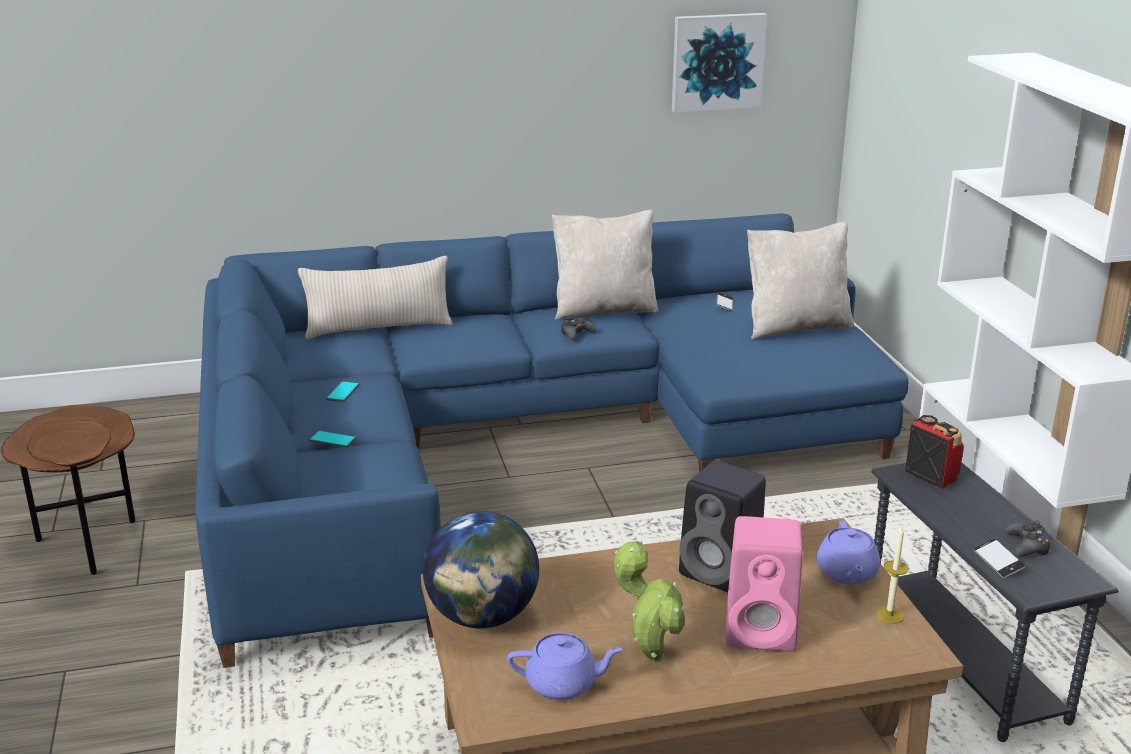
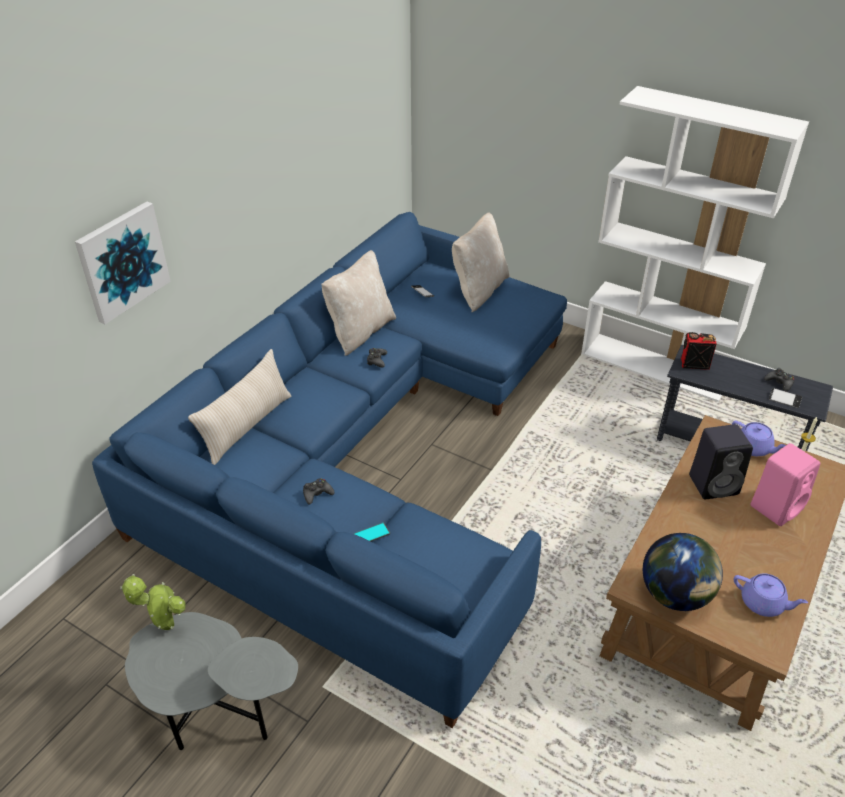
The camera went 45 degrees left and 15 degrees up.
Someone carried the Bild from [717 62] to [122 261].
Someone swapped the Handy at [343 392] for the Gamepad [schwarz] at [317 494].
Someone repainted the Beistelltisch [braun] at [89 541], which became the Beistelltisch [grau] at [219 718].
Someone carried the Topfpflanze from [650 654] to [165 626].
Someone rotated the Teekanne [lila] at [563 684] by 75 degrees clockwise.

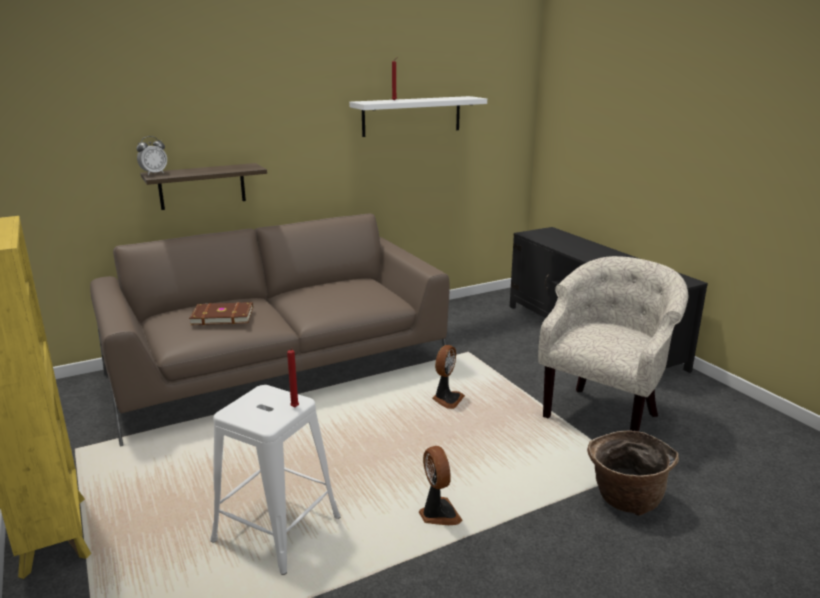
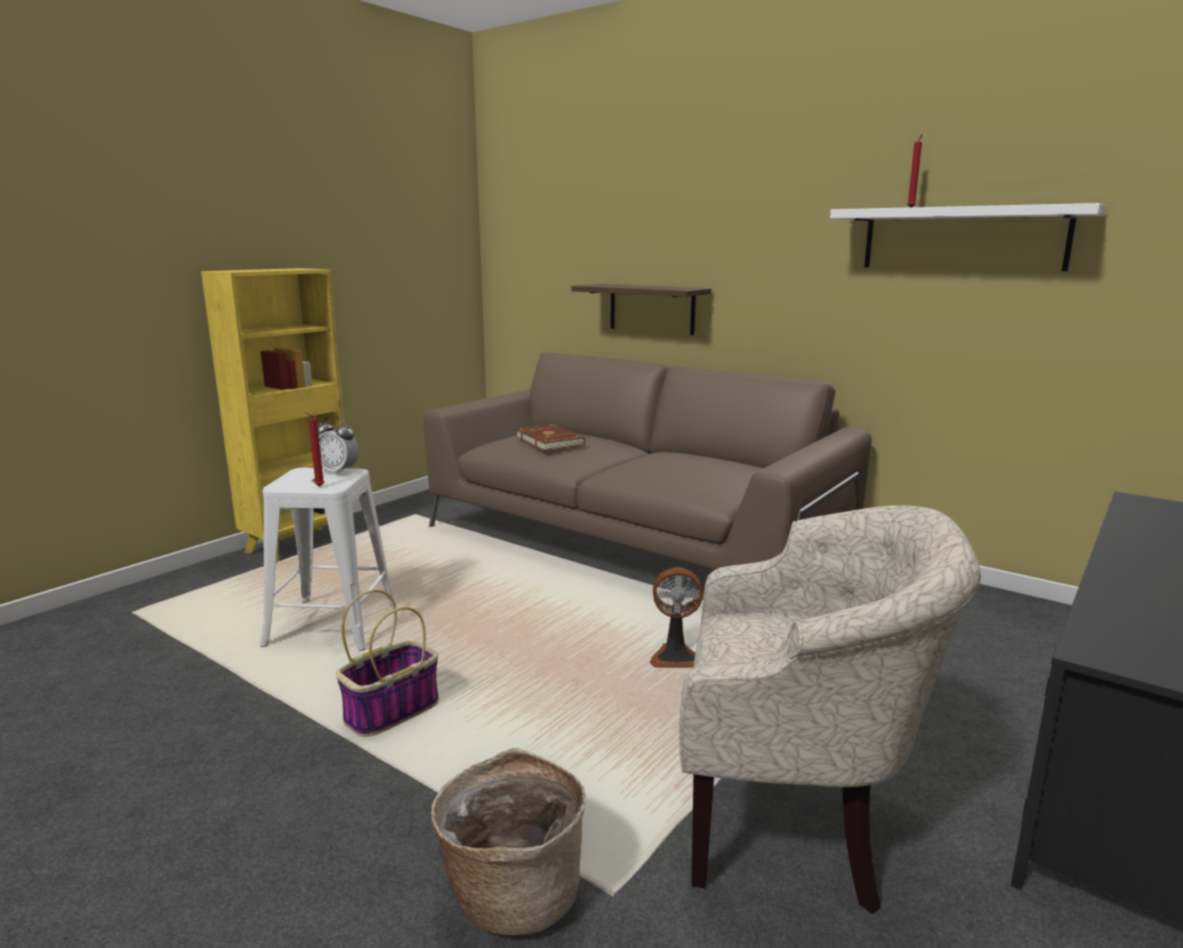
The camera went 65 degrees right and 5 degrees down.
Someone carried the Wecker from [154 173] to [338 471].
Someone swapped the Ventilator at [438 514] for the Korb at [392 710].

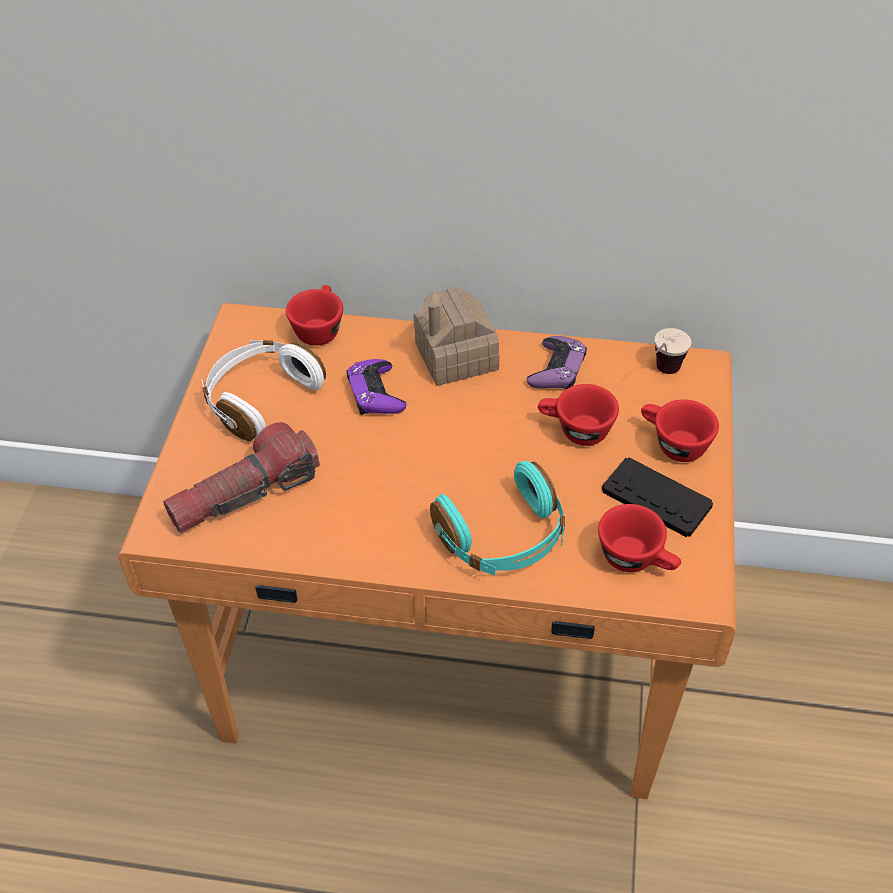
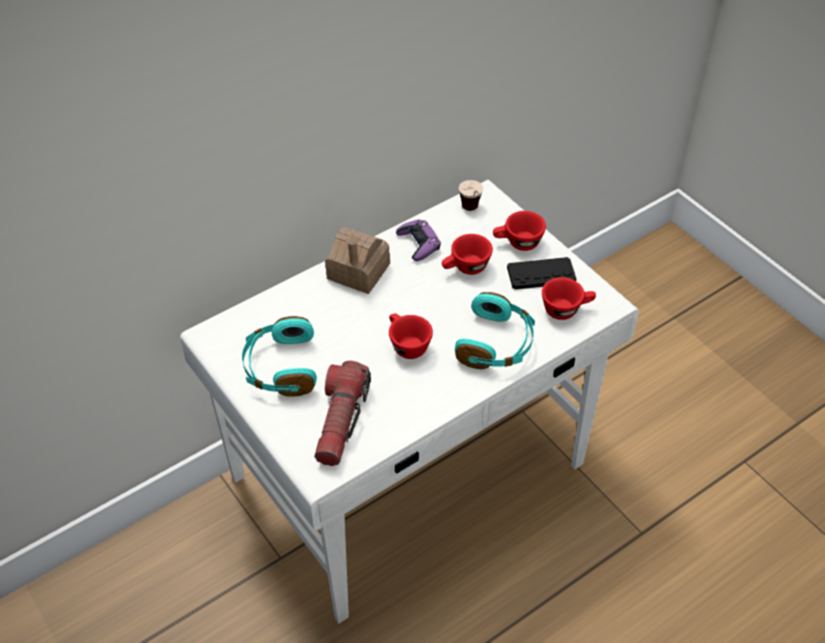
The camera went 45 degrees left and 0 degrees up.
Someone carried the Tasse [rot] from [319 328] to [406 345].
Someone repainted the Schreibtisch [orange] at [452 653], which became the Schreibtisch [weiß] at [412 472].
Someone repainted the Kopfhörer [weiß] at [260 398], which became the Kopfhörer [türkis] at [280 368].
Someone took away the Gamepad [lila] at [376 393].

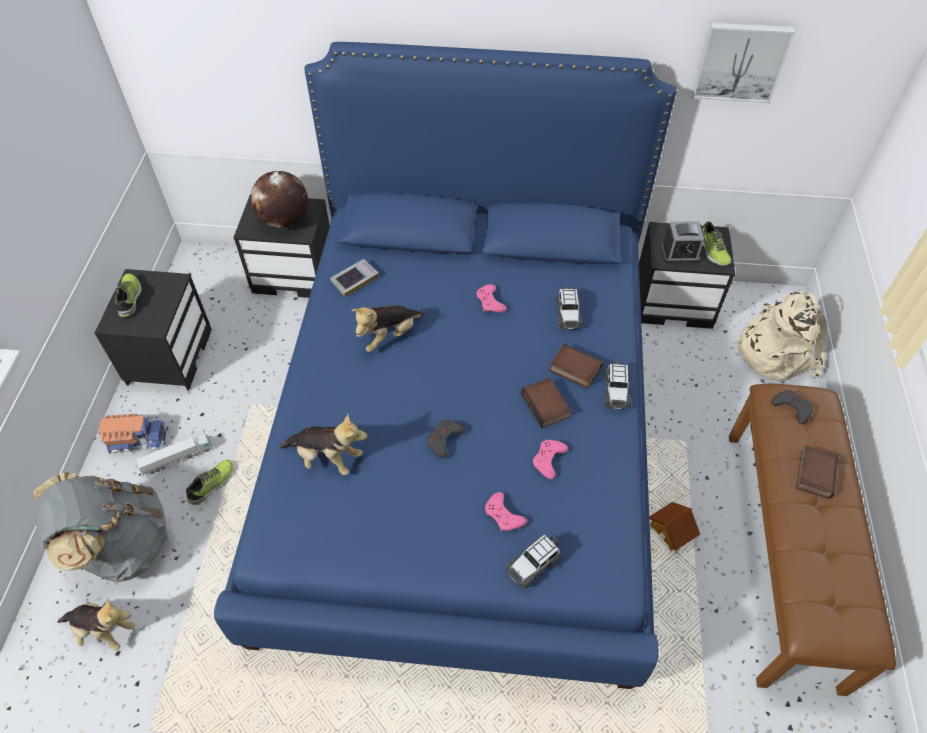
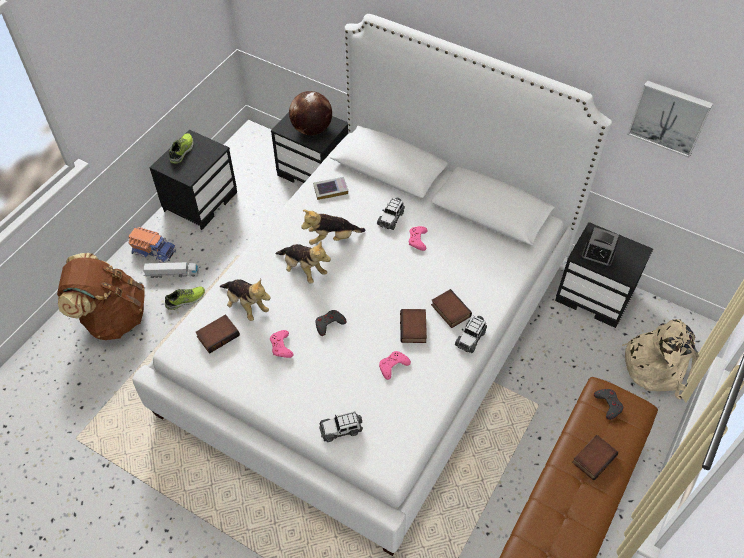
The camera went 25 degrees right and 0 degrees up.
Someone repainted the Bett [blau] at [462 436], which became the Bett [weiß] at [371 334].
Someone took away the Schuh at [712 250].
Someone carried the Spielzeugauto from [568 314] to [391 218].
Someone repainted the Rucksack [grau] at [122 545], which became the Rucksack [braun] at [112 317].
Someone carried the Gamepad [rosa] from [503 515] to [281 346].
Someone took away the Spielzeughaus at [672 530].
Someone carried the Plüschtier from [103 630] to [303 270].
Someone put down the Buch at [218 335].

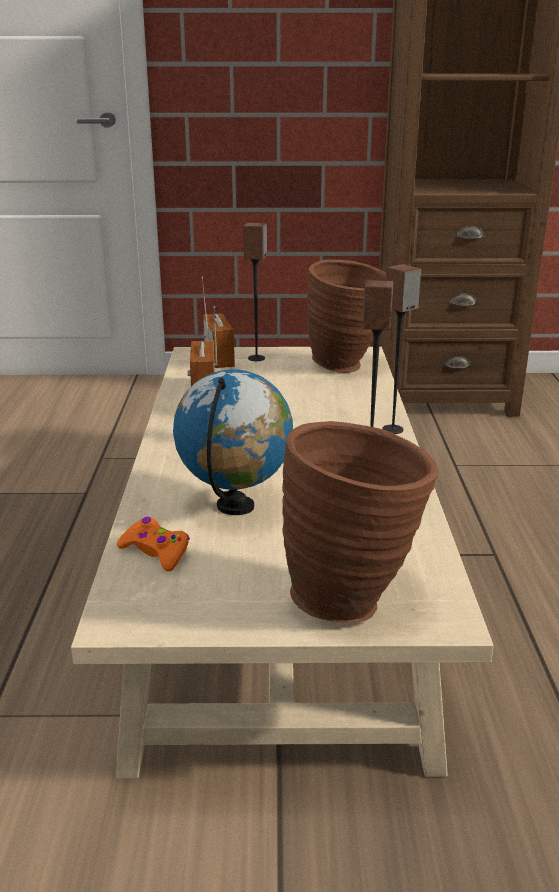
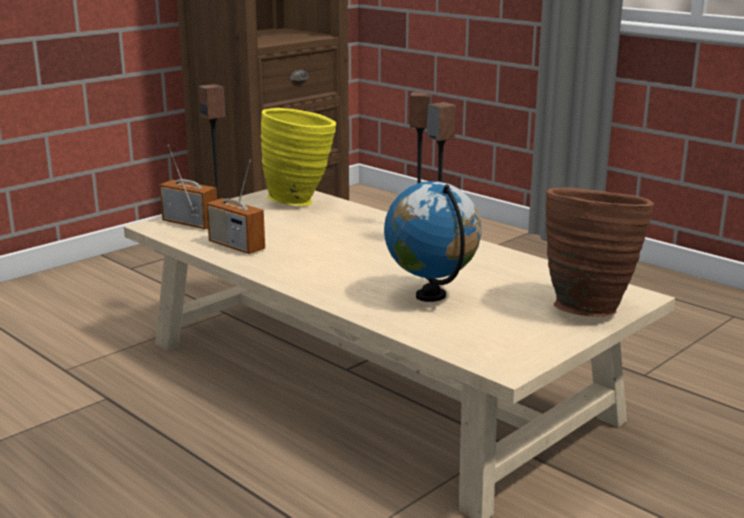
The camera went 45 degrees left and 5 degrees down.
Someone repainted the Vase [braun] at [347 367], which became the Vase [gelb] at [301 201].
Someone took away the Gamepad [orange] at [156 551].

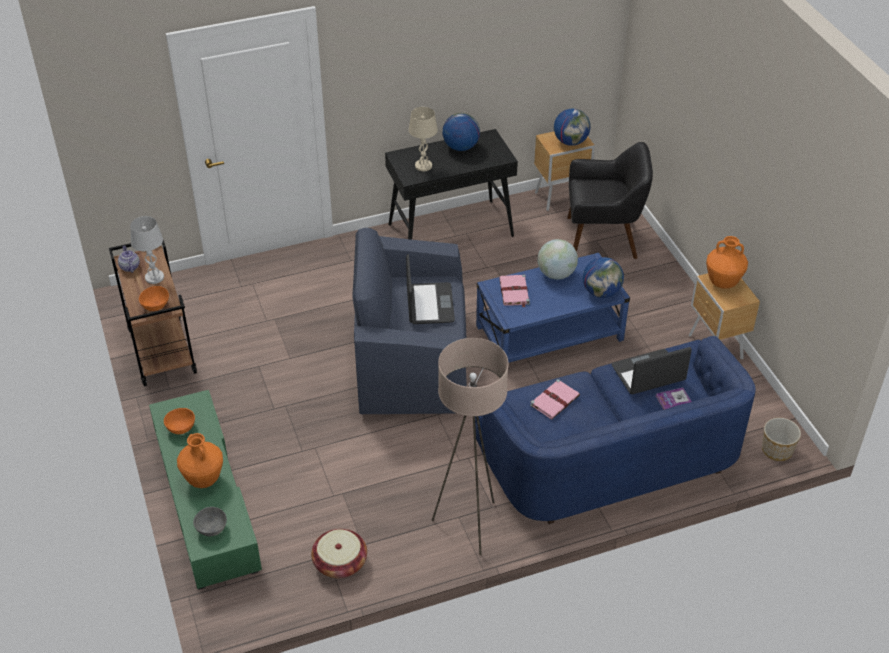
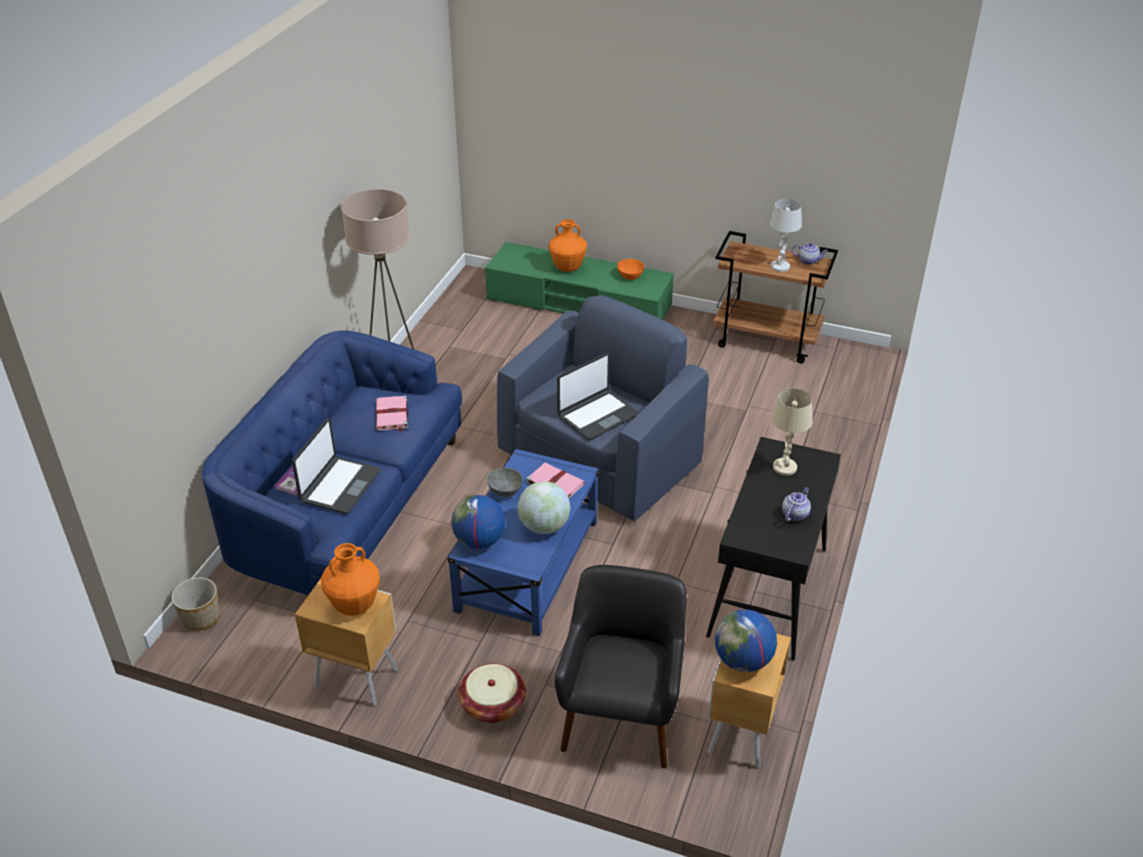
The camera went 130 degrees right and 5 degrees down.
Someone swapped the Globus at [460 147] for the Teekanne at [795 514].
Someone rotated the Sessel [schwarz] at [603 239] by 150 degrees clockwise.
Someone rotated the Laptop at [429 304] by 75 degrees counterclockwise.
Someone took away the Schüssel [orange] at [156 306].
Someone carried the Schüssel [grau] from [211 529] to [504 491].
Someone carried the Korb from [340 563] to [493 705].

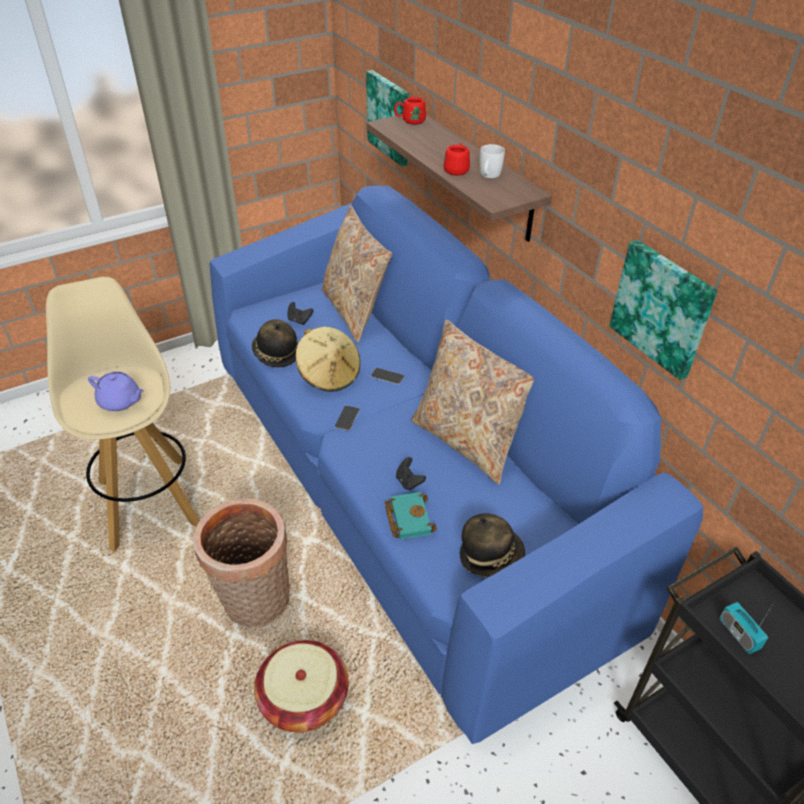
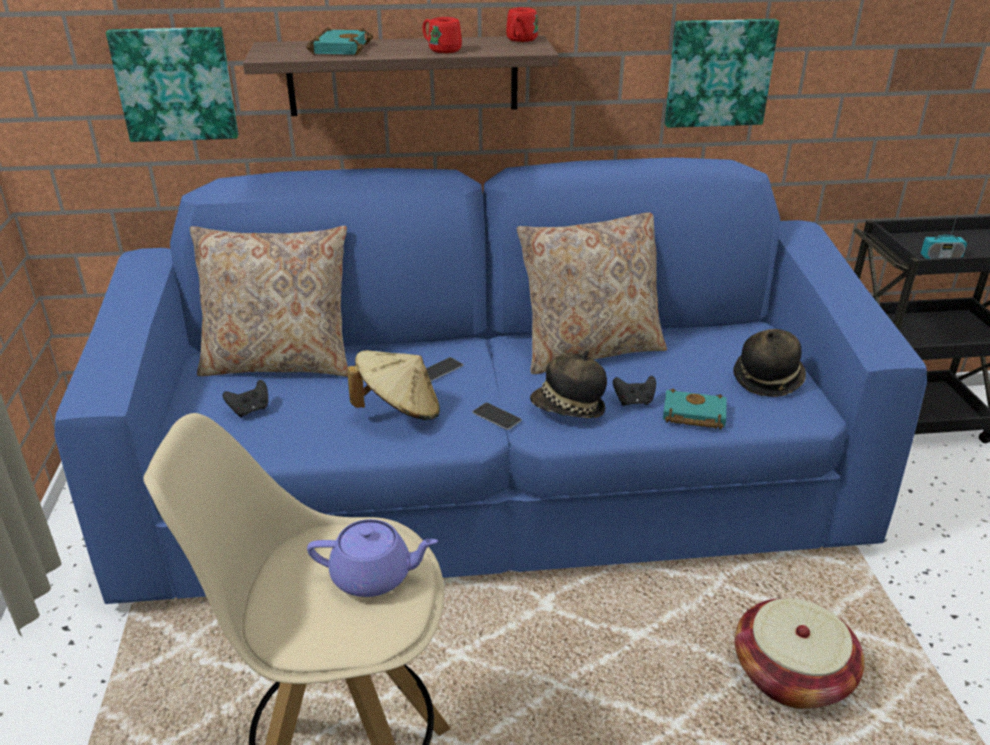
The camera went 65 degrees left and 10 degrees down.
Someone carried the Henkelbecher [rot] from [410 121] to [520 41].
Someone took away the Henkelbecher [weiß] at [489 176].
Someone carried the Hut from [275 354] to [568 409].
Someone rotated the Teekanne [lila] at [120 401] by 45 degrees clockwise.
Someone took away the Korb at [254 604].
Someone put down the Buch [türkis] at [338 48].

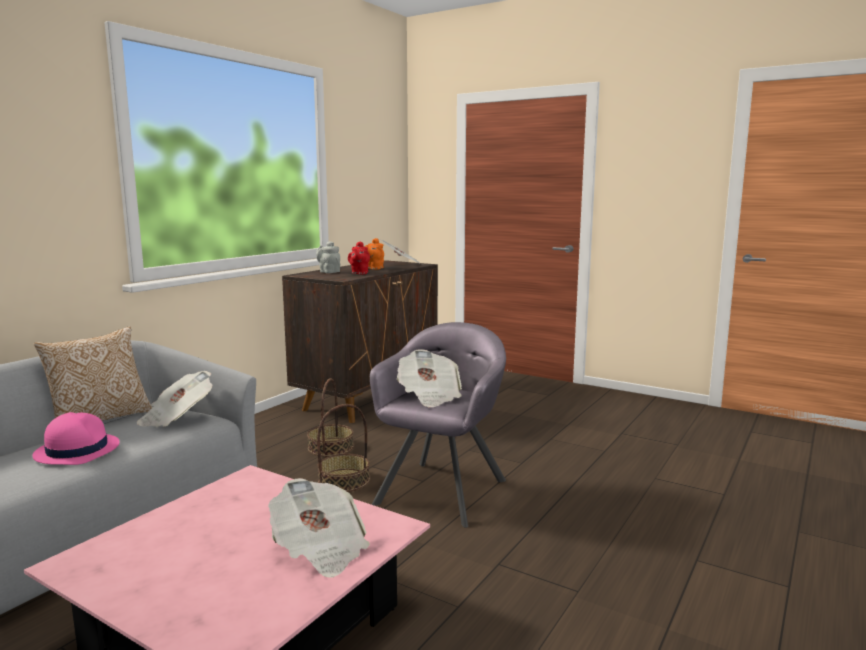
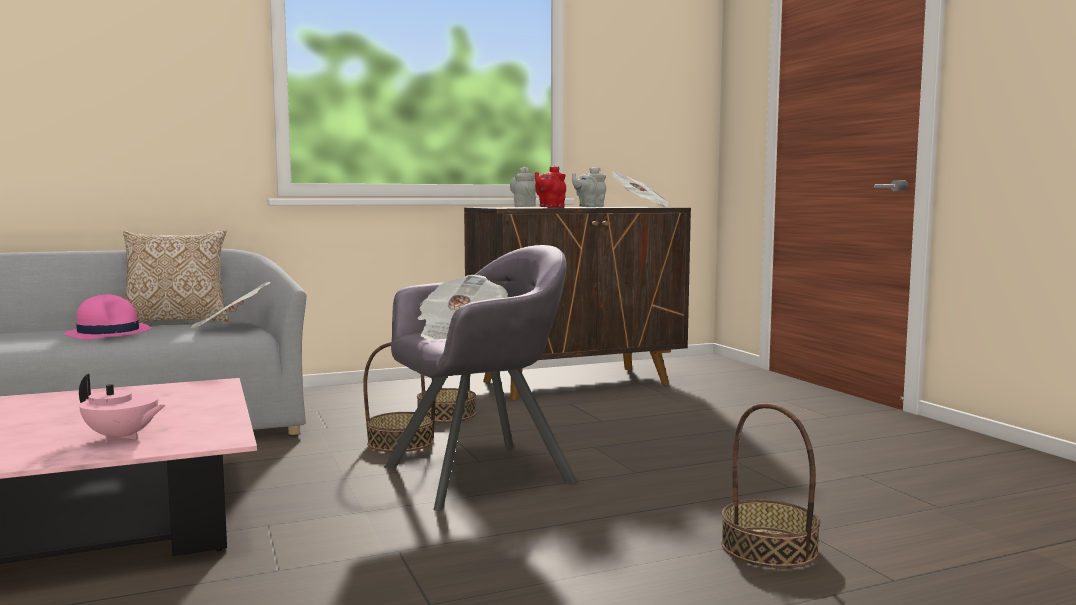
The camera went 35 degrees right and 5 degrees down.
Someone repainted the Teekanne [orange] at [374 268], which became the Teekanne [grau] at [589 207].
Someone swapped the Zeitung at [320 550] for the Teekanne [rosa] at [122 437].
Someone put down the Korb at [769 548].

